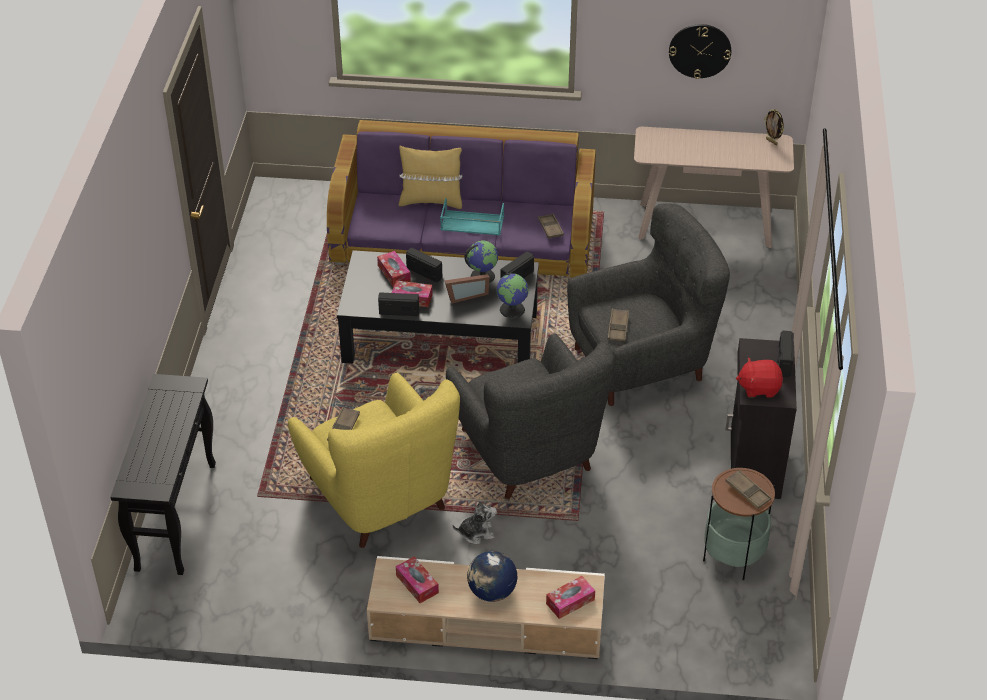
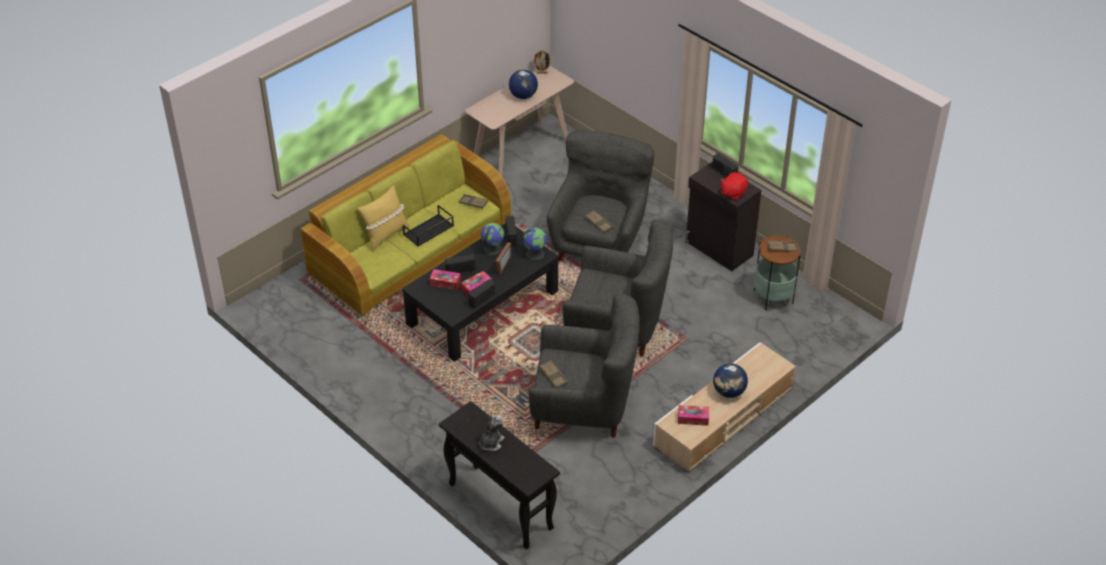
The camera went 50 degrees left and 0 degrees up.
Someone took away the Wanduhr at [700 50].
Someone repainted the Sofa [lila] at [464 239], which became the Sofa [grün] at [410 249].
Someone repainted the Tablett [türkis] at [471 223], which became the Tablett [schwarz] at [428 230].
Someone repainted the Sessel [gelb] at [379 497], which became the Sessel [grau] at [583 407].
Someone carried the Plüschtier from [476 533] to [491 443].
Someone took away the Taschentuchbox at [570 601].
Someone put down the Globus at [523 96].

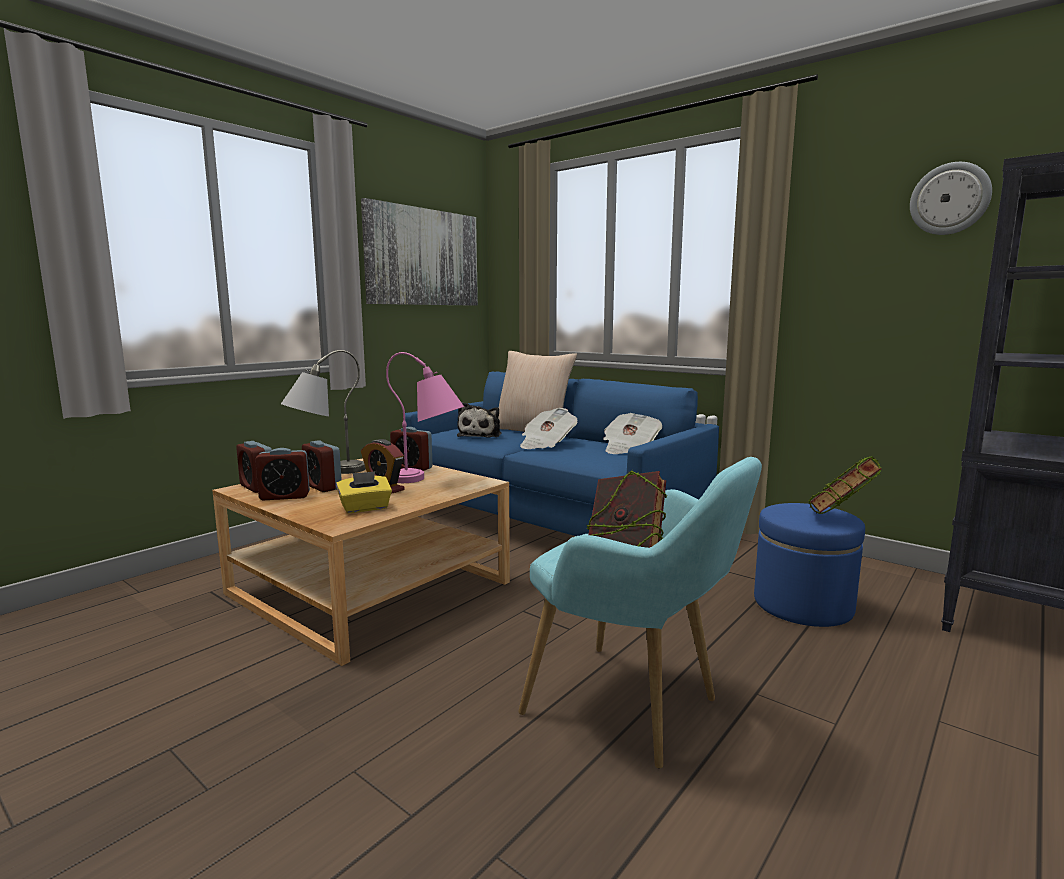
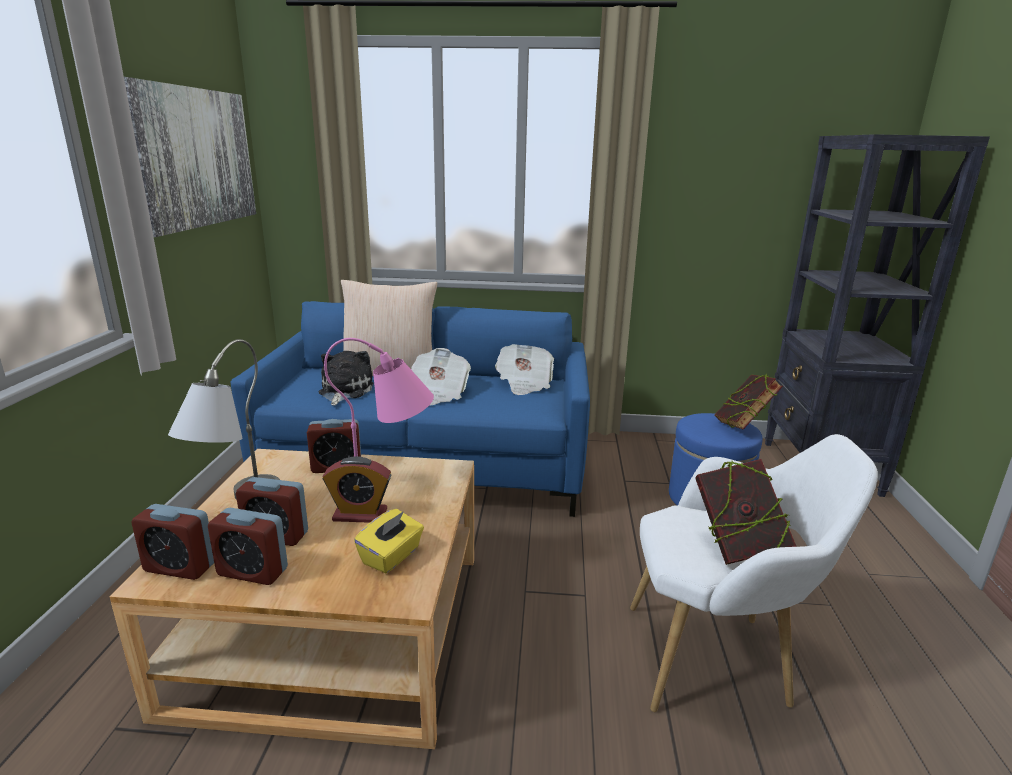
The camera went 35 degrees left and 10 degrees up.
Someone took away the Wanduhr at [949 199].
Someone rotated the Plüschtier at [481 435] by 150 degrees counterclockwise.
Someone rotated the Wecker at [285 496] by 60 degrees clockwise.
Someone repainted the Sessel [türkis] at [633 709], which became the Sessel [weiß] at [718 659].

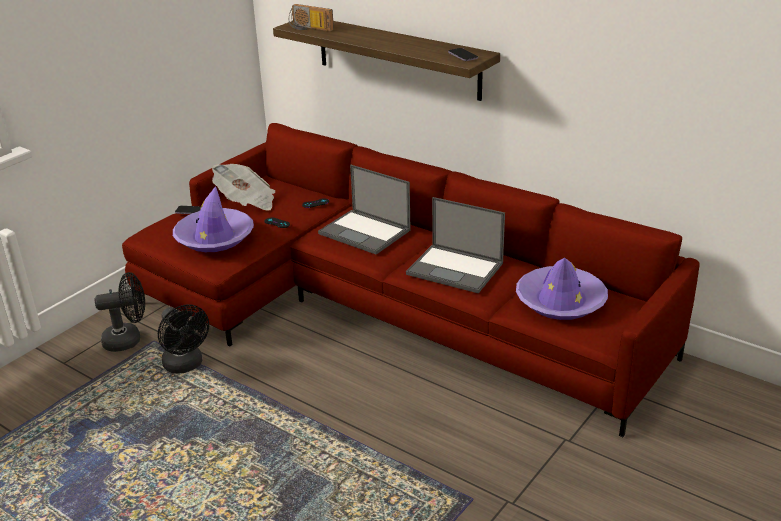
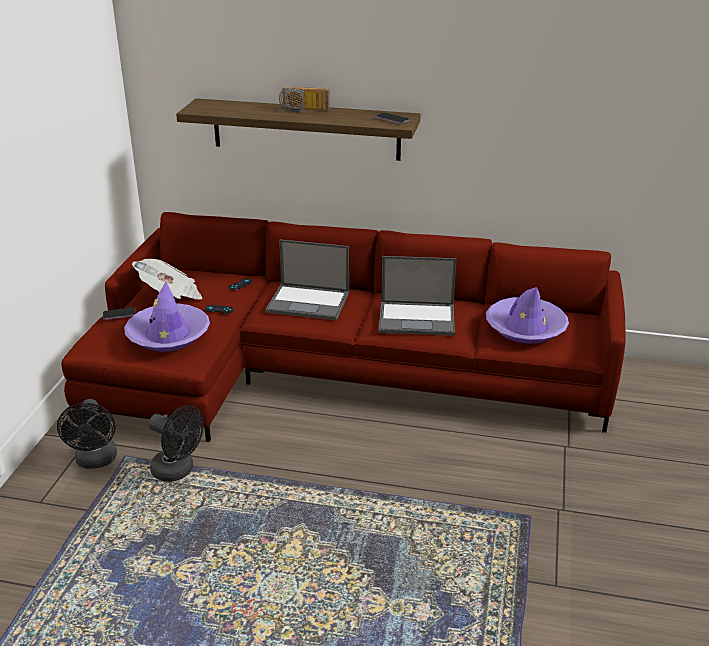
The camera went 25 degrees left and 0 degrees up.
Someone carried the Radio from [309 28] to [303 110].
Someone rotated the Ventilator [schwarz] at [128 340] by 120 degrees clockwise.

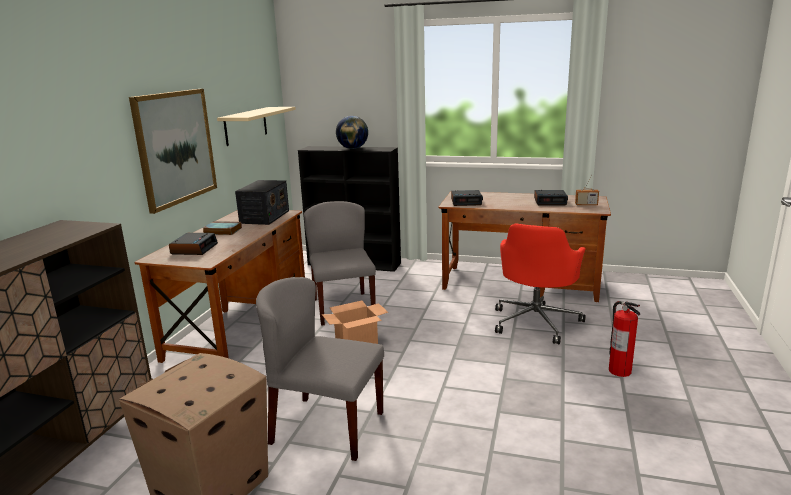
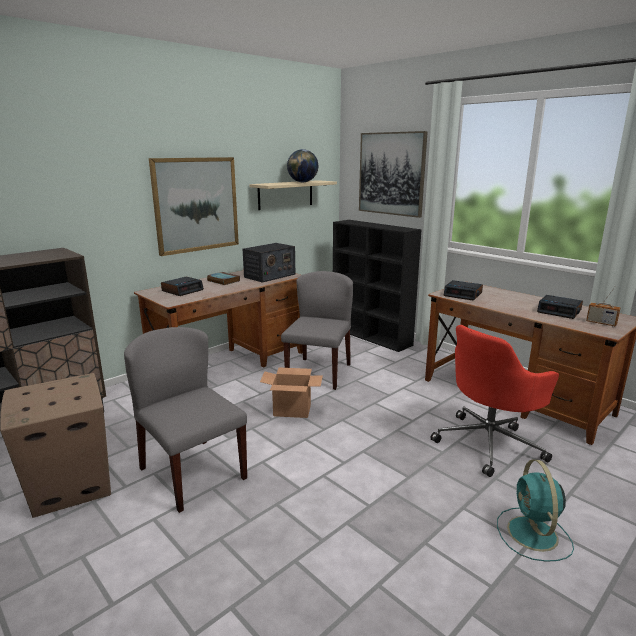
The camera went 30 degrees right and 0 degrees up.
Someone carried the Globus from [352 148] to [302 182].
Someone swapped the Feuerlöscher at [619 370] for the Ventilator [türkis] at [533 535].
Someone put up the Bild at [391 174].

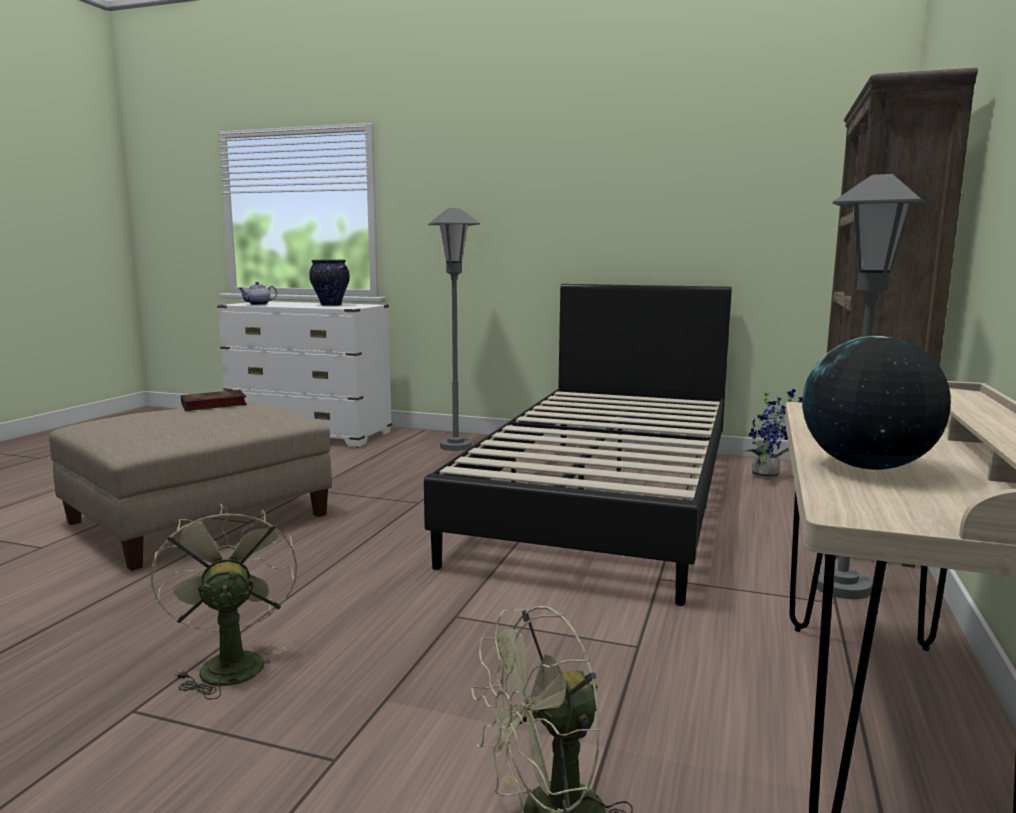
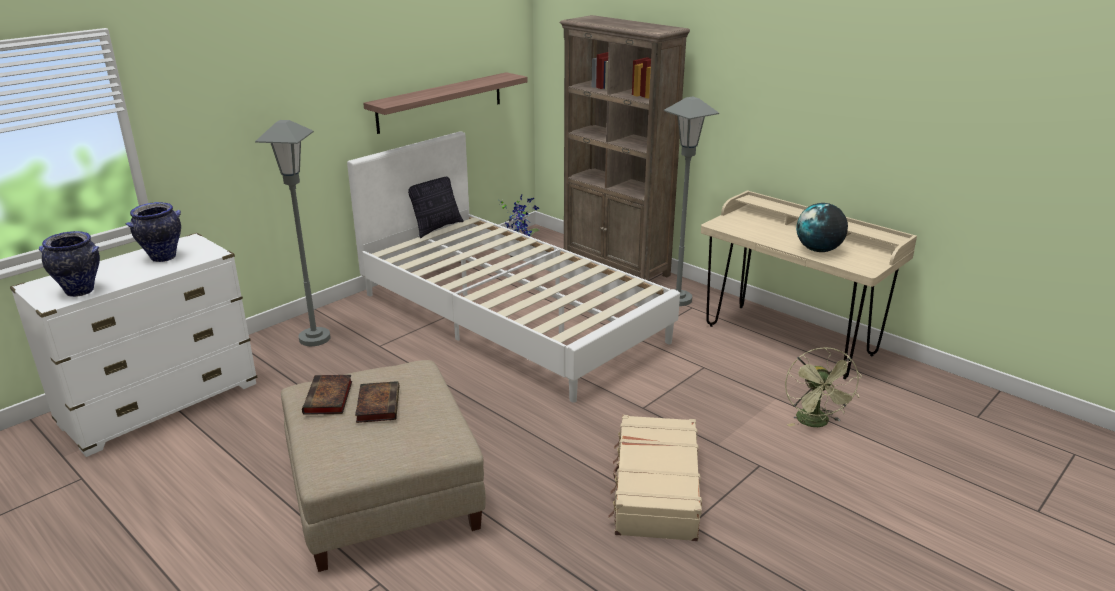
The camera went 65 degrees left and 15 degrees up.
Someone swapped the Teekanne at [258 304] for the Vase at [81 291].
Someone repainted the Bett [schwarz] at [605 500], which became the Bett [weiß] at [510 317].
Someone swapped the Ventilator [grün] at [229 663] for the Koffer [beige] at [655 489].
Someone put up the Wandregal at [440 102].
Someone put down the Kissen at [436 228].
Someone put down the Buch at [377 404].

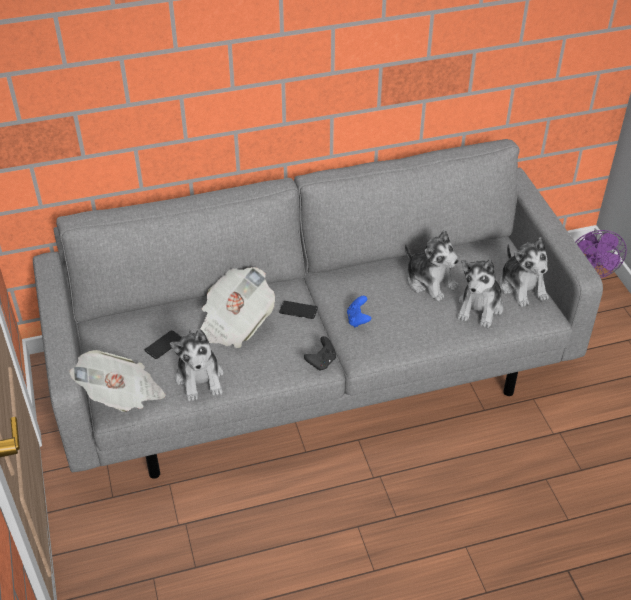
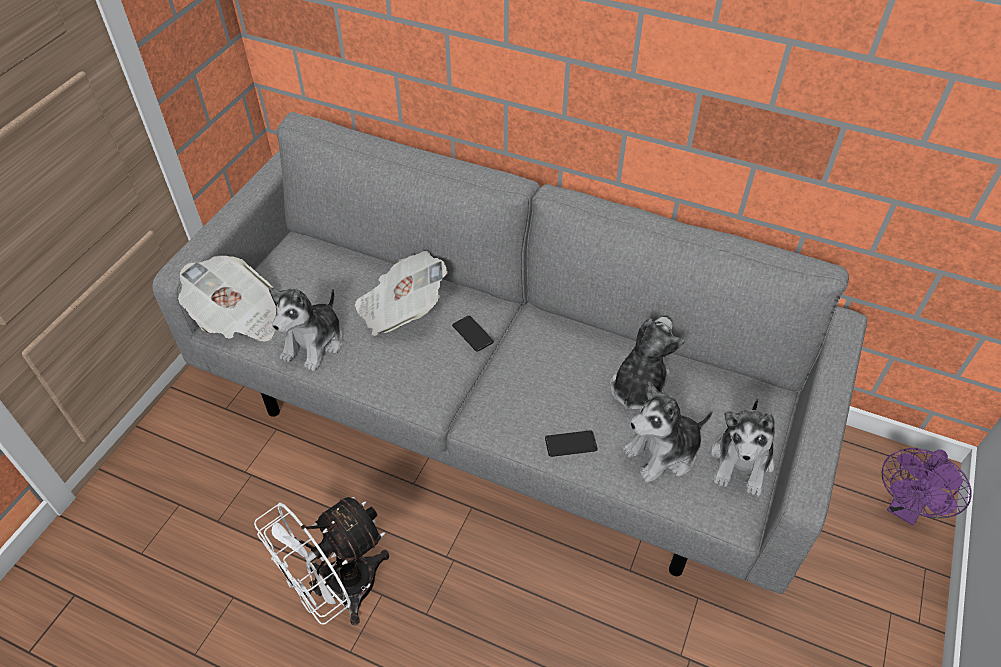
The camera went 40 degrees right and 5 degrees up.
Someone rotated the Plüschtier at [430 282] by 150 degrees counterclockwise.
Someone took away the Gamepad [blau] at [358 320].
Someone carried the Handy from [164 345] to [571 444].
Someone took away the Gamepad [schwarz] at [321 362].
Someone put down the Ventilator [weiß] at [339 591].

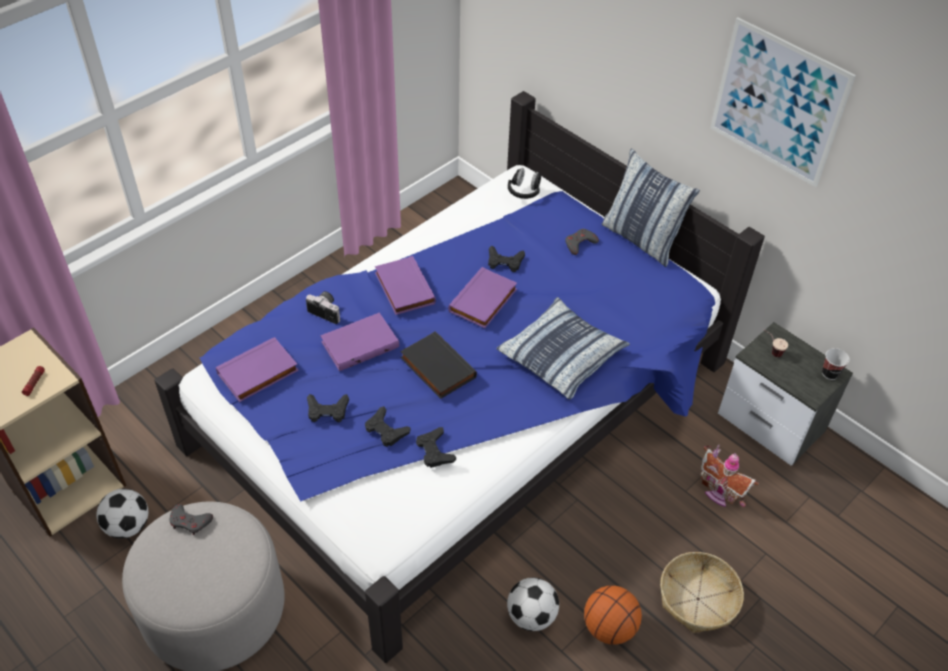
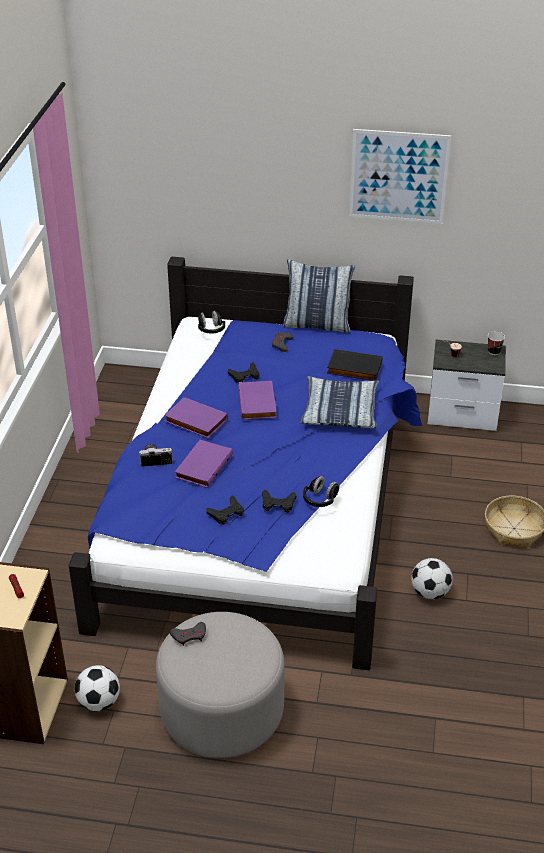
The camera went 35 degrees left and 10 degrees down.
Someone carried the Buch [schwarz] from [436 368] to [354 368].
Someone took away the Buch [lila] at [258 373].
Someone swapped the Gamepad [schwarz] at [434 451] for the Kopfhörer [schwarz] at [320 499].
Someone took away the Spielzeughaus at [719 492].
Someone took away the Basketball at [609 627].

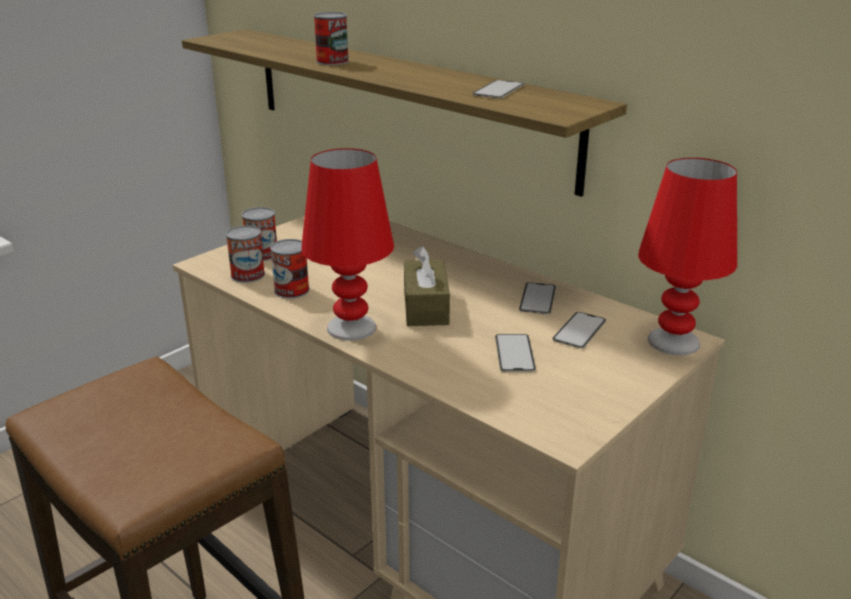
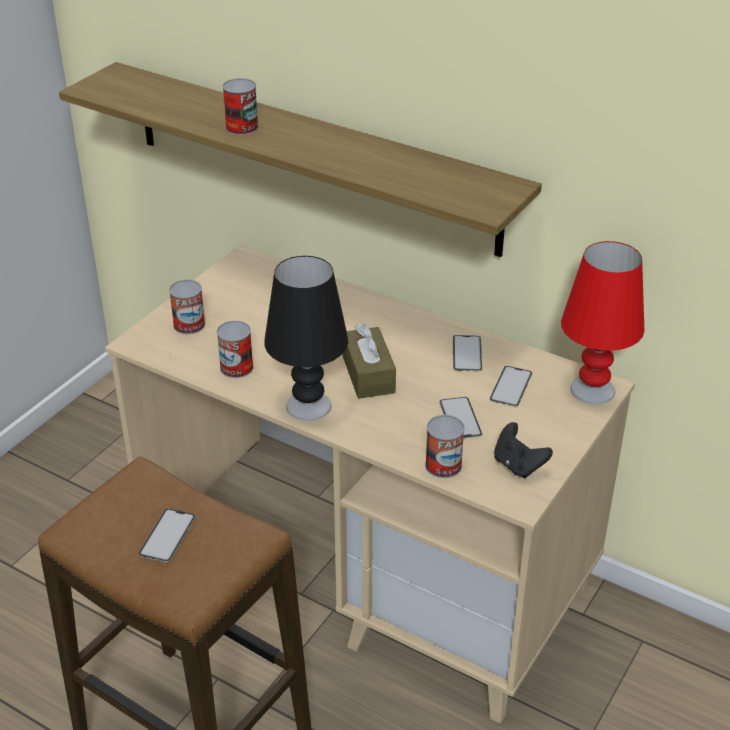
The camera went 10 degrees left and 10 degrees up.
Someone carried the Handy from [498 90] to [167 535].
Someone repainted the Tischlampe [rot] at [351 328], which became the Tischlampe [schwarz] at [308 406].
Someone carried the Dose from [247 275] to [443 465].
Someone put down the Gamepad [schwarz] at [518 465].

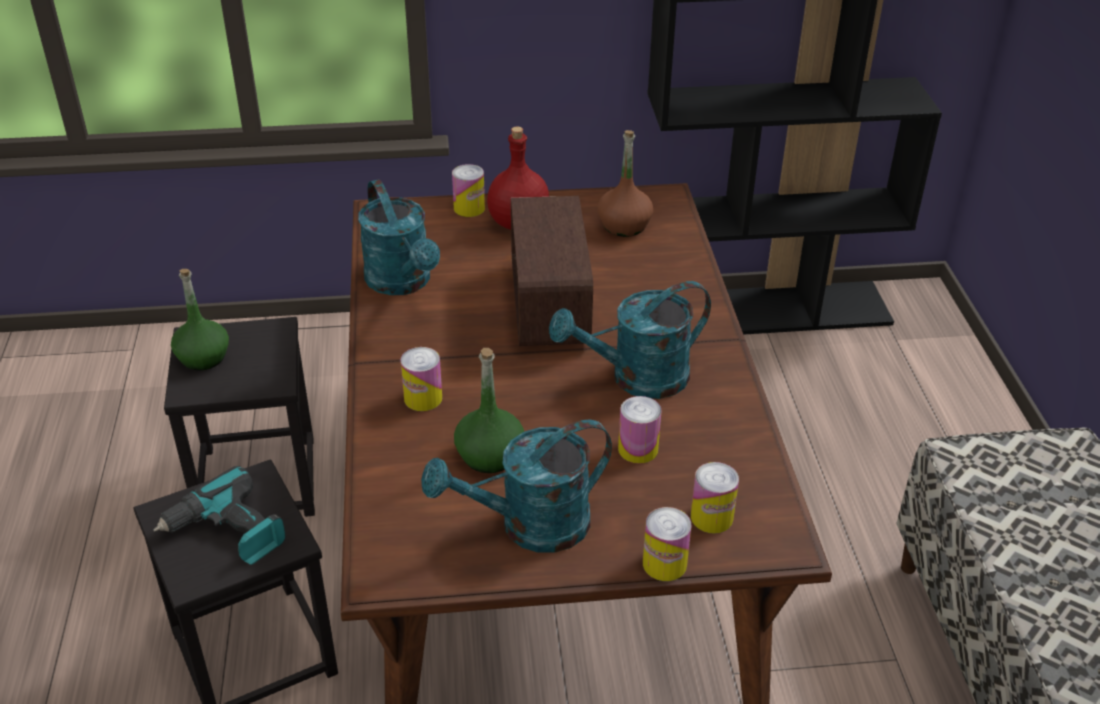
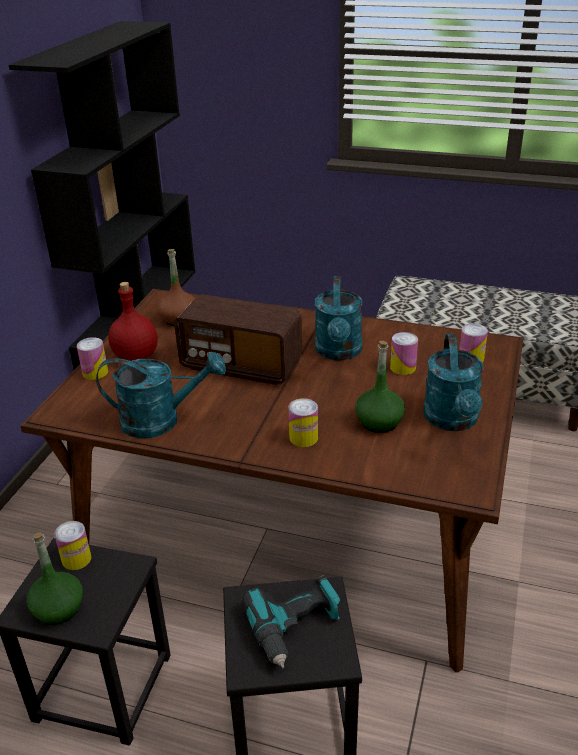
The camera went 65 degrees left and 5 degrees down.
Someone carried the Dose from [664 564] to [76 559].

